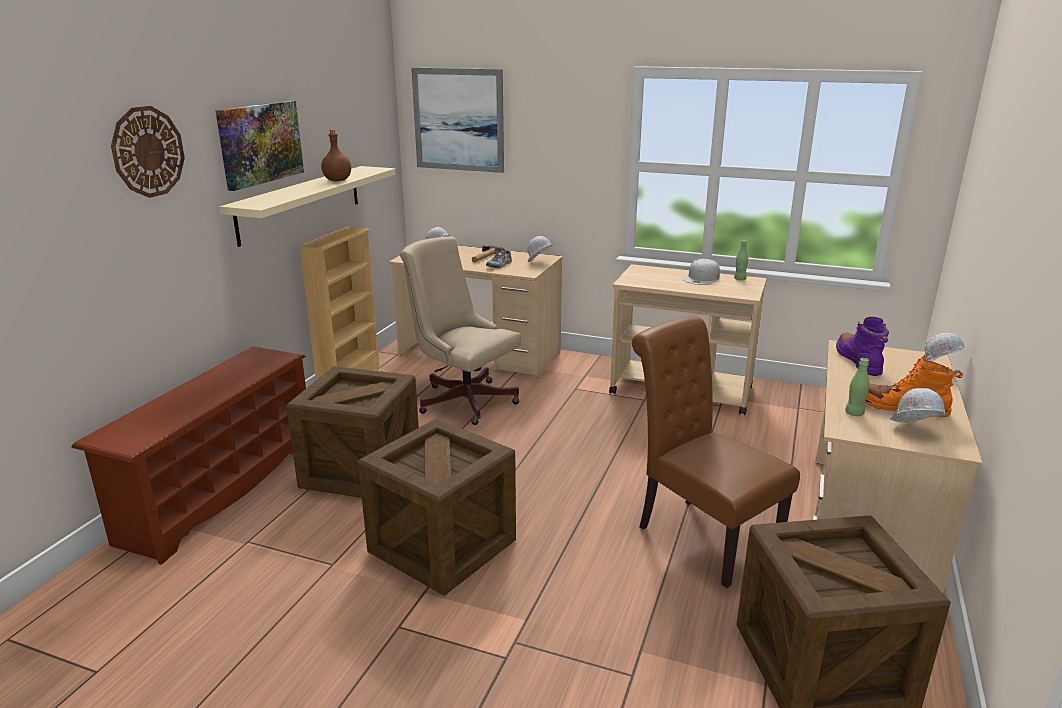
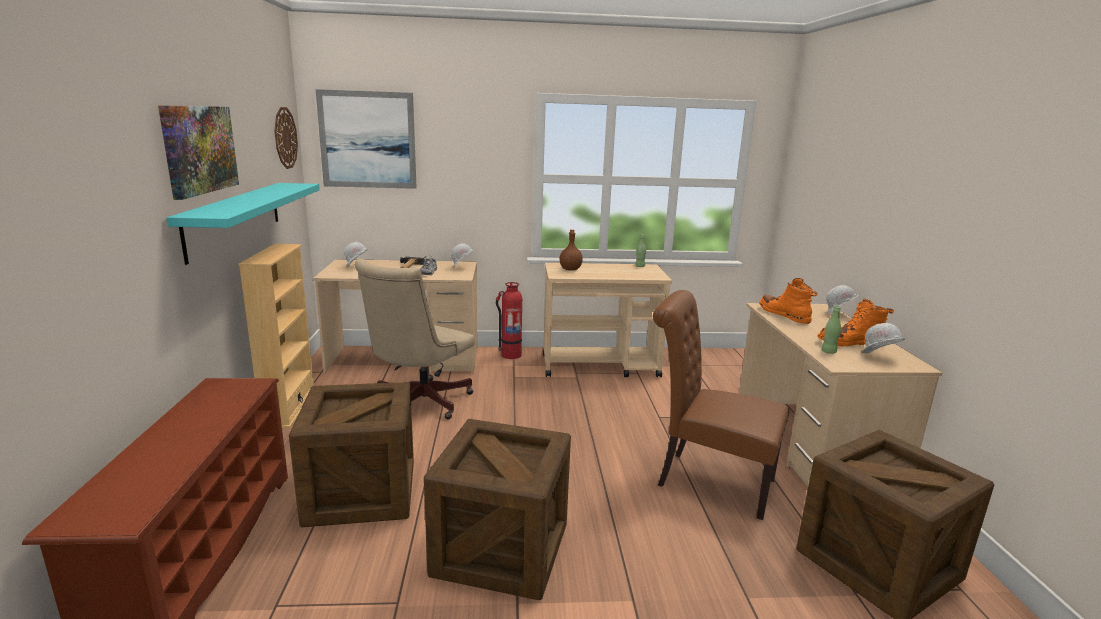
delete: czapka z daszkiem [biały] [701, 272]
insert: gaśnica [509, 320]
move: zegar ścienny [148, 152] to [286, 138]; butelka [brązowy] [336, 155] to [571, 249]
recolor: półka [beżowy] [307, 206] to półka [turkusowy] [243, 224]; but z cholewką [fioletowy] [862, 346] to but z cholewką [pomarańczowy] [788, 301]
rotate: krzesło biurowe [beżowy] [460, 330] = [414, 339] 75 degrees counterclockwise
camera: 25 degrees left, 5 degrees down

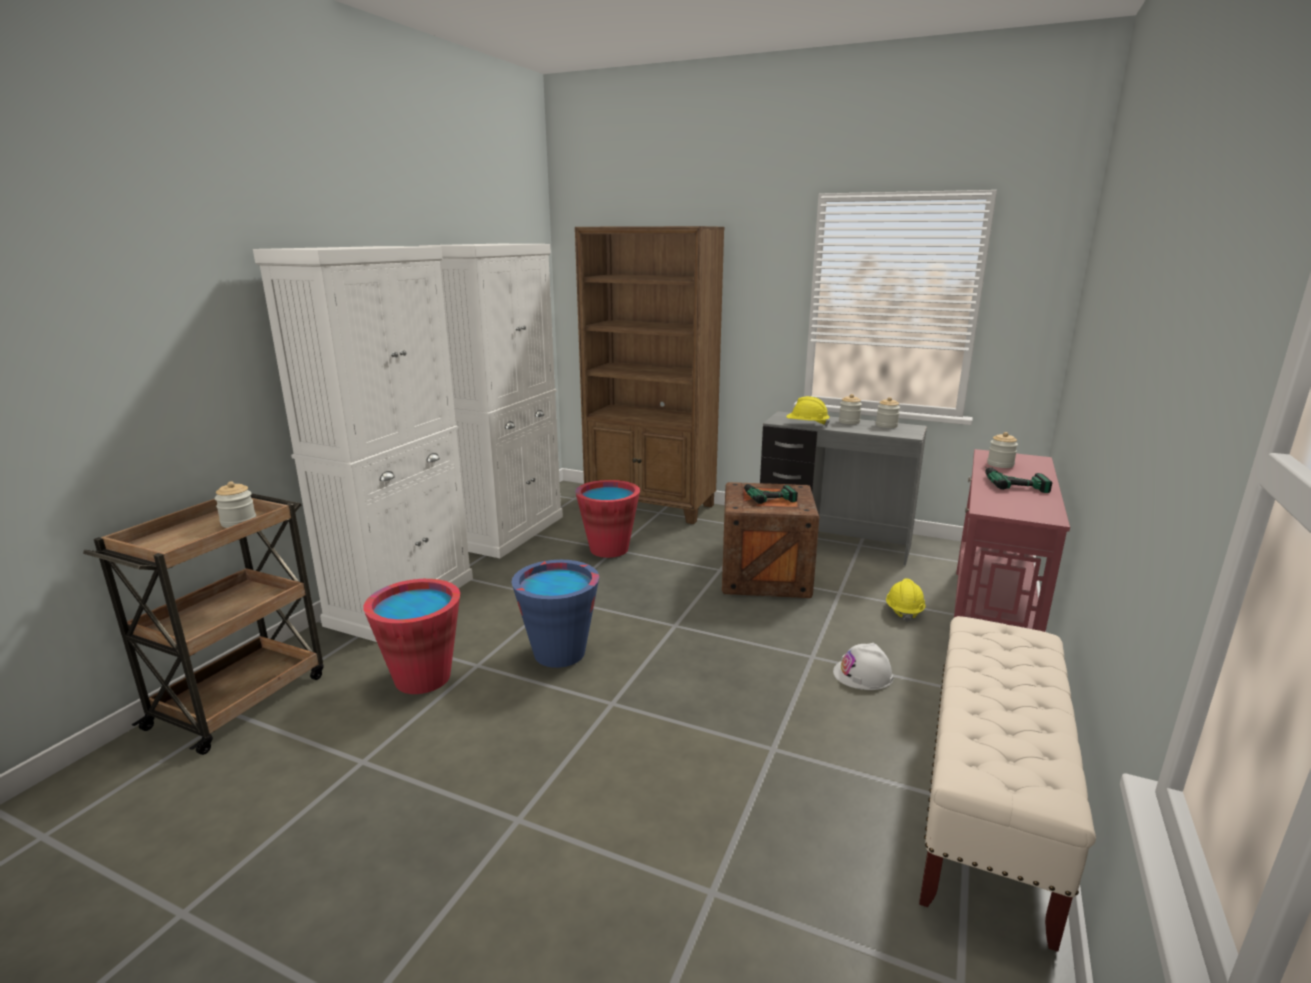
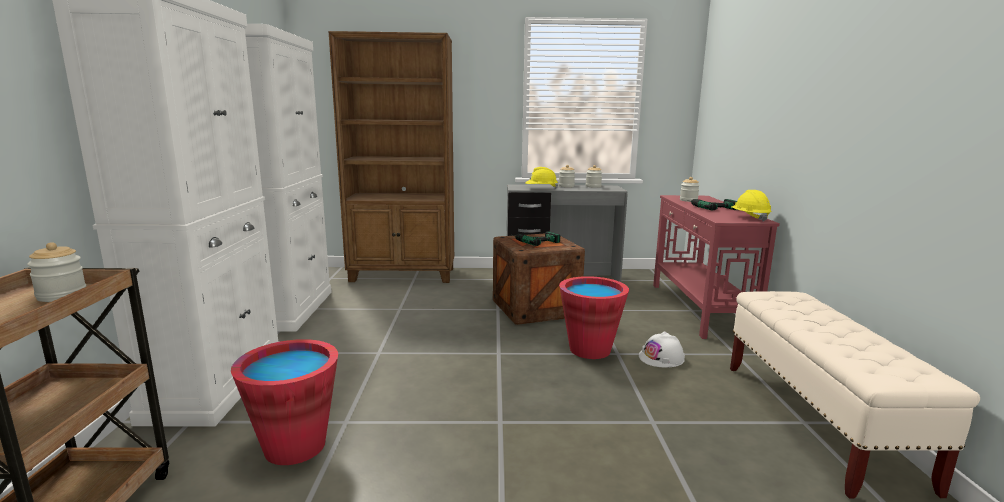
delete: wiadro [niebieski] [555, 614]
move: wiadro [czerwony] [607, 519] to [594, 317]; kask [żółty] [905, 600] to [752, 206]
camera: 25 degrees left, 5 degrees down

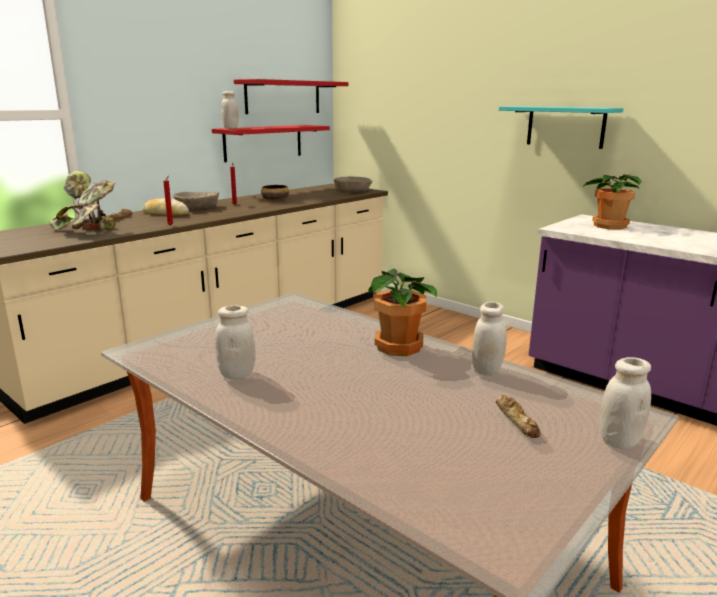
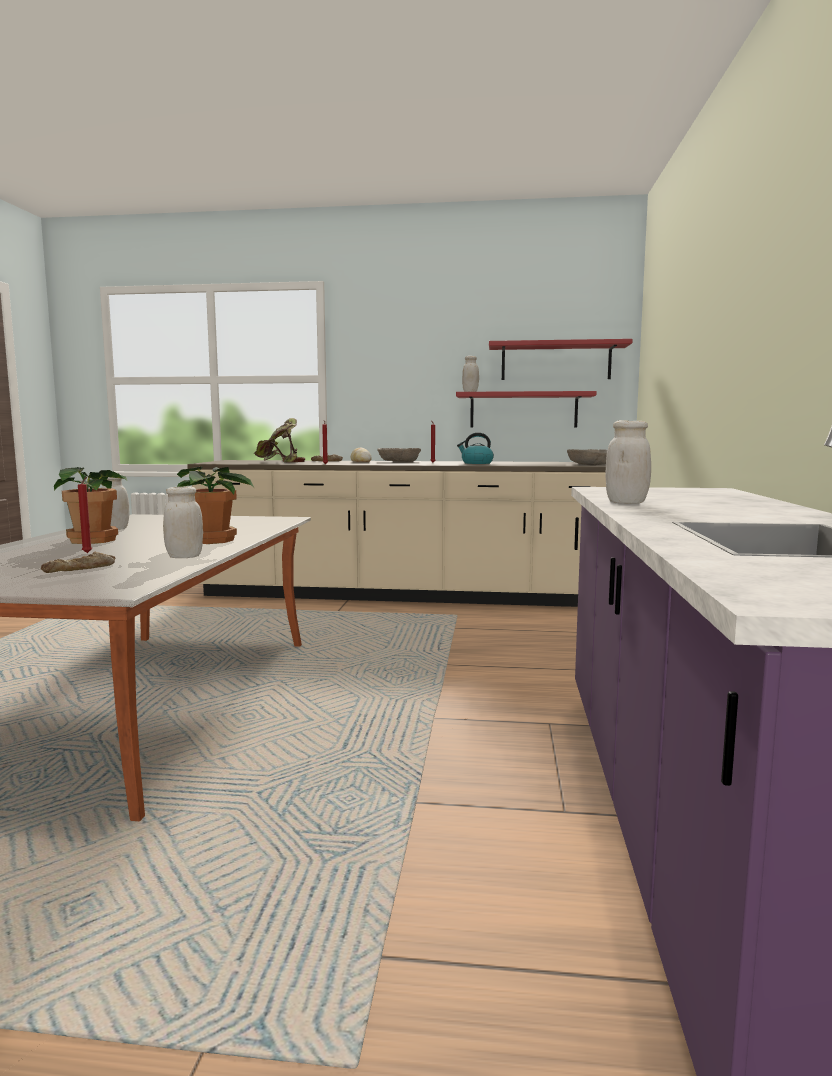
delete: półka [turkusowy] [561, 127]
insert: świeca [czerwony] [85, 515]
move: roślina doniczkowa [612, 202] to [90, 505]; słoik [biały] [625, 403] to [628, 462]
replace: miska [275, 193] to czajnik [475, 448]
camera: 55 degrees right, 10 degrees down

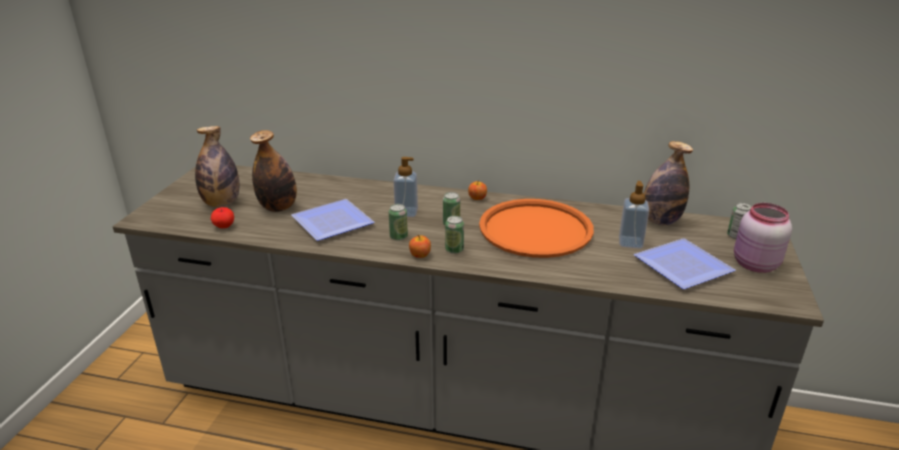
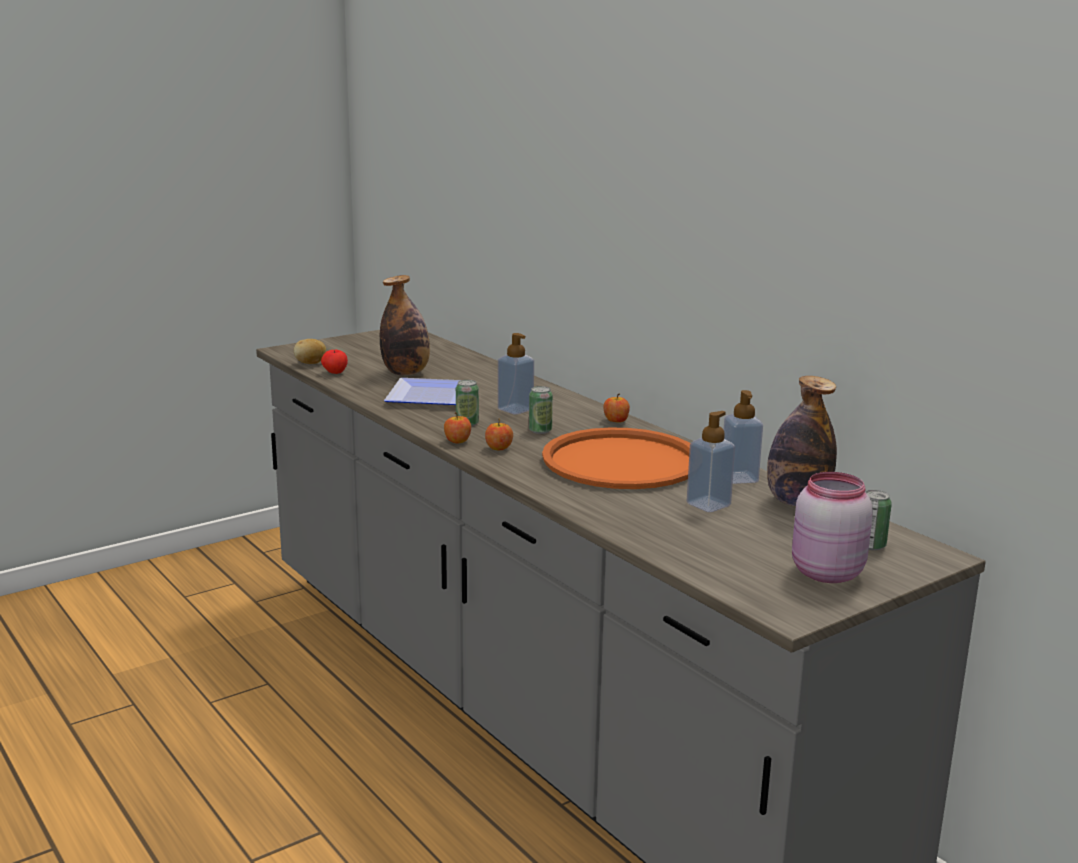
delete: butelka [217, 166]; talerz [685, 263]
insert: ziemniak [310, 351]; dozownik mydła [743, 437]
replace: puszka [454, 235] to jabłko [499, 434]
camera: 40 degrees right, 10 degrees down

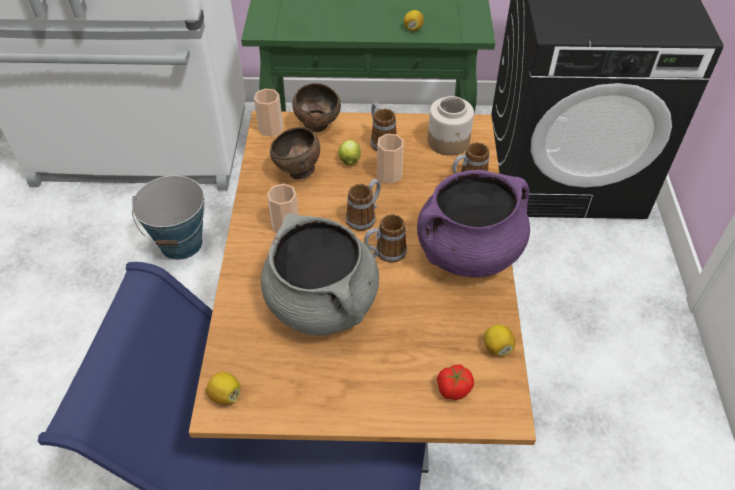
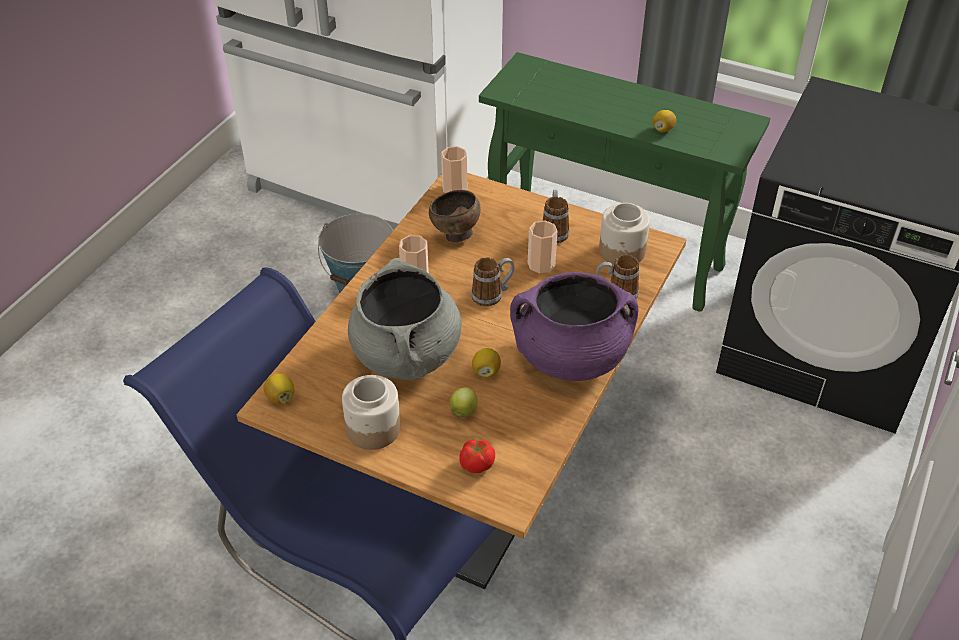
delete: miska [brązowy] [316, 107]; kubek [385, 238]
insert: słoik [371, 412]
move: jabłko [349, 152] to [464, 402]; cytryna [499, 340] to [486, 363]
camera: 25 degrees right, 5 degrees down

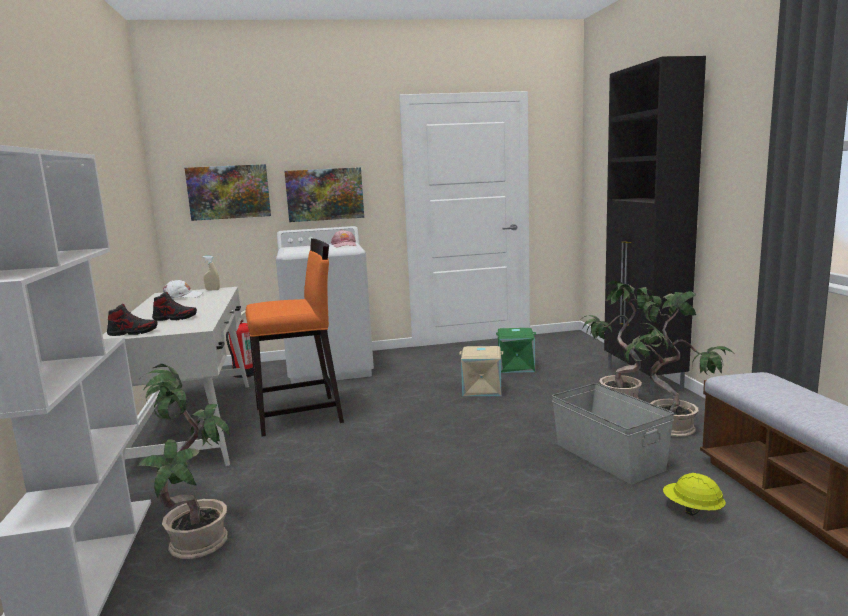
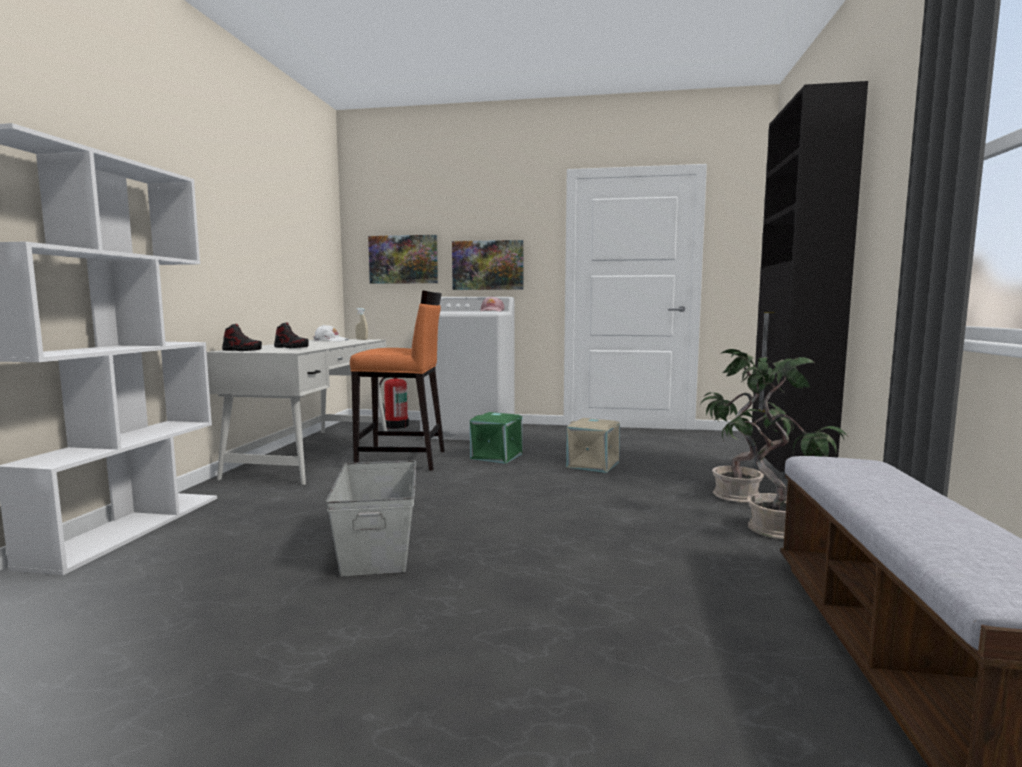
delete: roślina doniczkowa [184, 461]; kask [żółty] [694, 494]
move: pojemnik do przechowywania [zielony] [516, 350] to [496, 438]; pojemnik do przechowywania [szary] [613, 433] to [371, 518]
camera: 20 degrees right, 5 degrees down

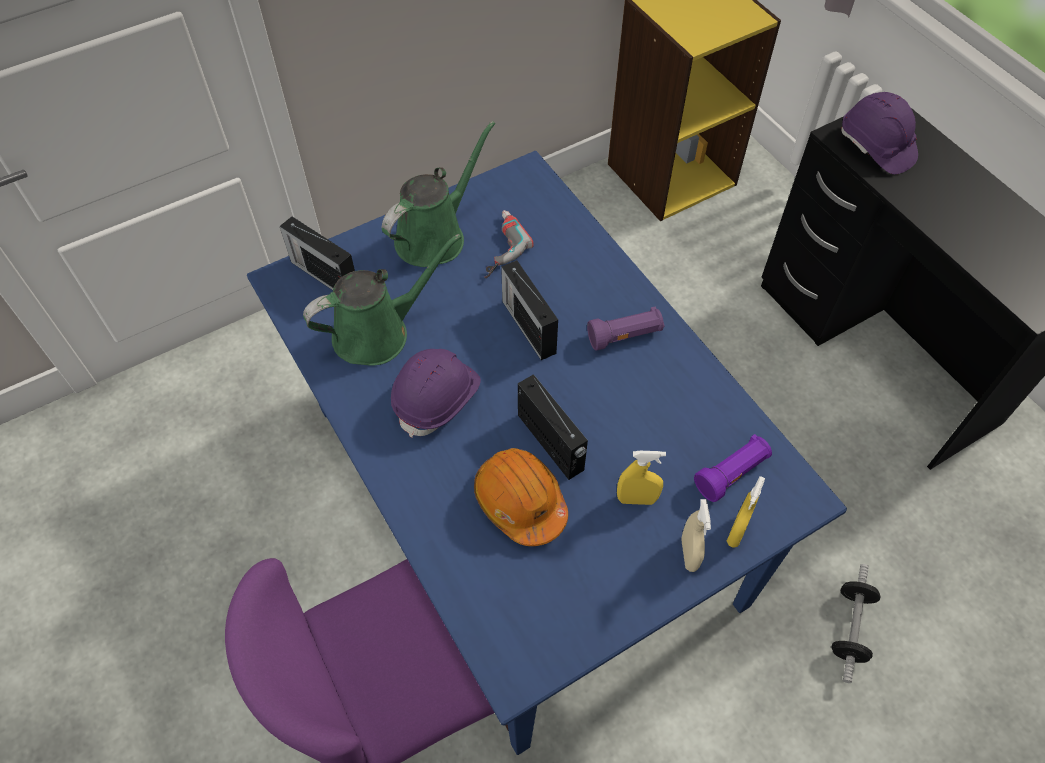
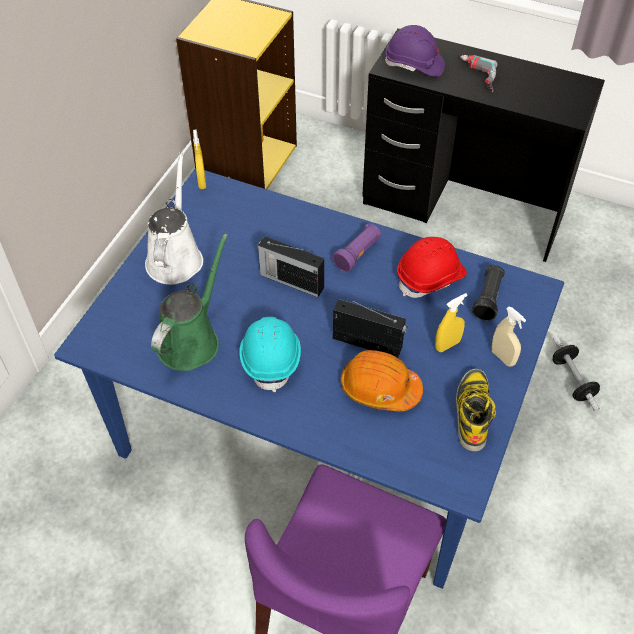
delete: radio [317, 253]
insert: kask [czerwony] [432, 267]; but z cholewką [476, 410]
move: wiertarka [509, 244] to [478, 74]; spryskiwacz [żółty] [746, 511] to [199, 159]
recolor: konewka [zielony] [438, 194] to konewka [biały] [174, 218]; kask [fioletowy] [436, 393] to kask [turkusowy] [270, 354]; latarka [fioletowy] [733, 468] to latarka [czarny] [488, 293]
camera: 35 degrees left, 5 degrees down

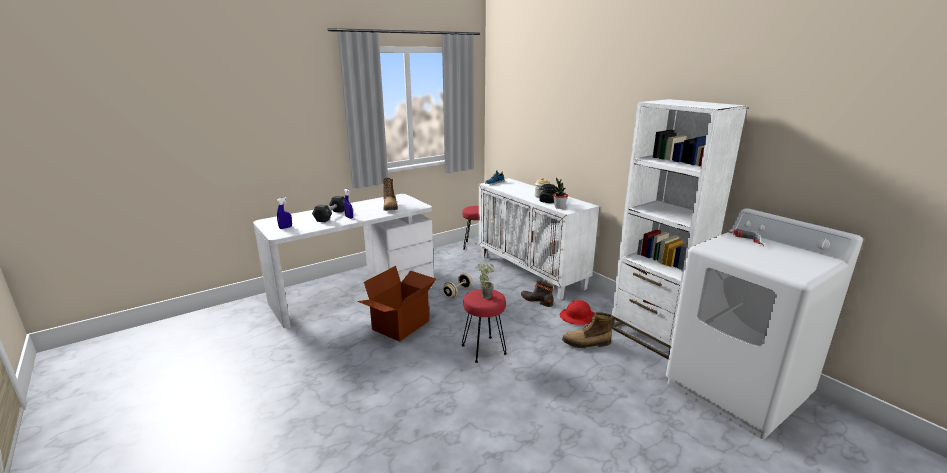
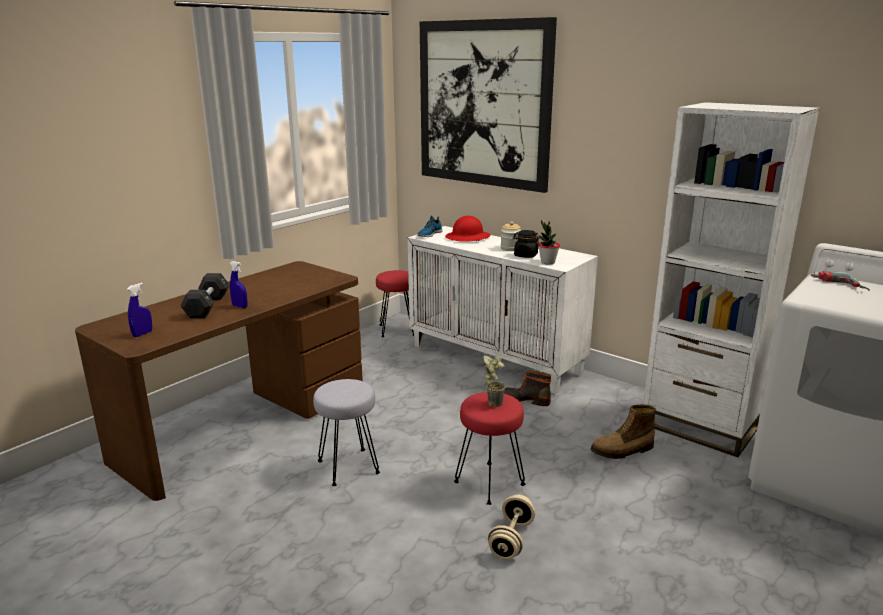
delete: but z cholewką [390, 194]
insert: obraz [488, 105]
move: hantel [beżowy] [457, 285] to [511, 527]; kask [czerwony] [577, 312] to [467, 229]
replace: karton [396, 304] to stołek [szary] [346, 432]
recolor: biurko [biały] [343, 261] to biurko [brązowy] [219, 381]
camera: 15 degrees left, 0 degrees up

